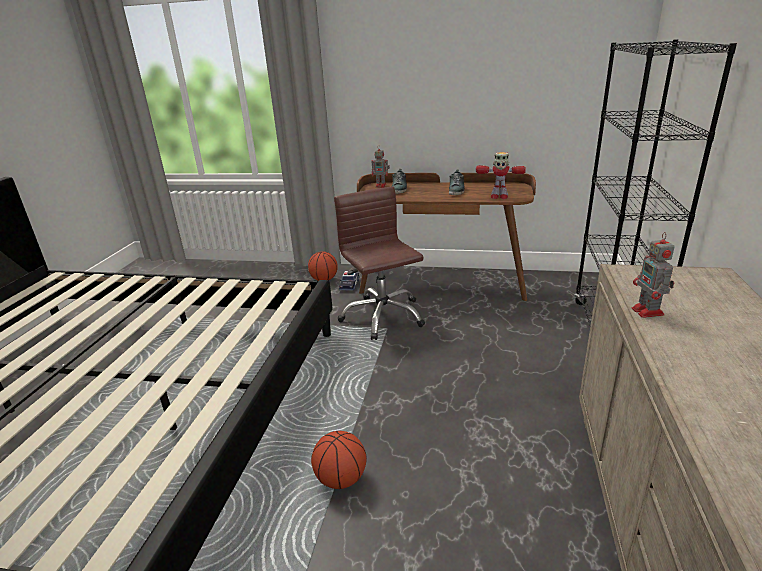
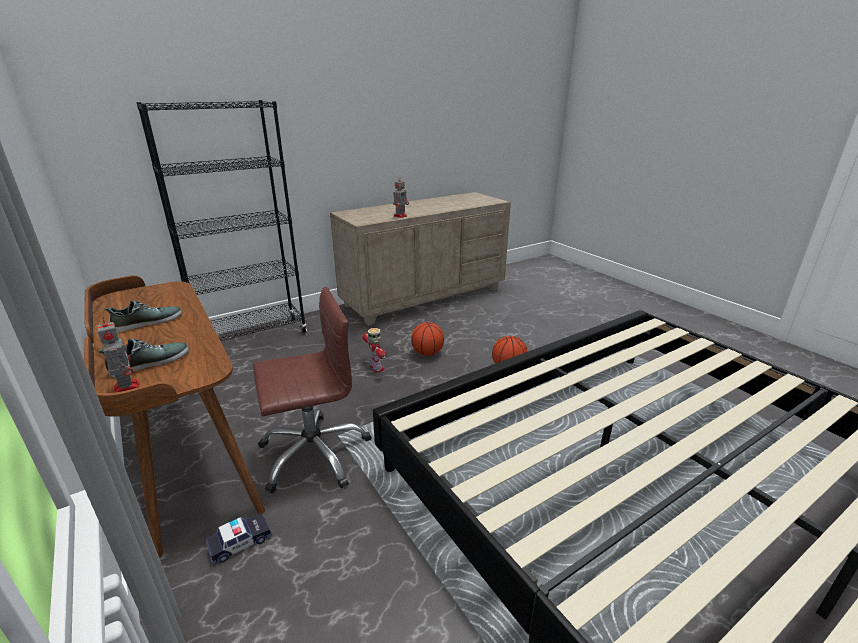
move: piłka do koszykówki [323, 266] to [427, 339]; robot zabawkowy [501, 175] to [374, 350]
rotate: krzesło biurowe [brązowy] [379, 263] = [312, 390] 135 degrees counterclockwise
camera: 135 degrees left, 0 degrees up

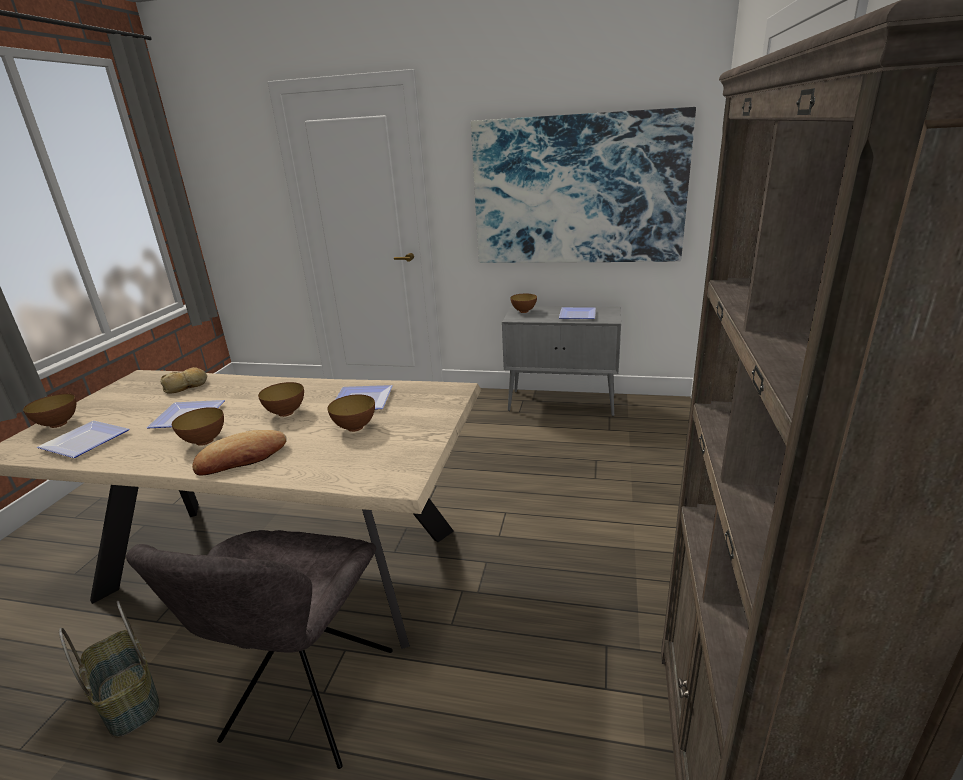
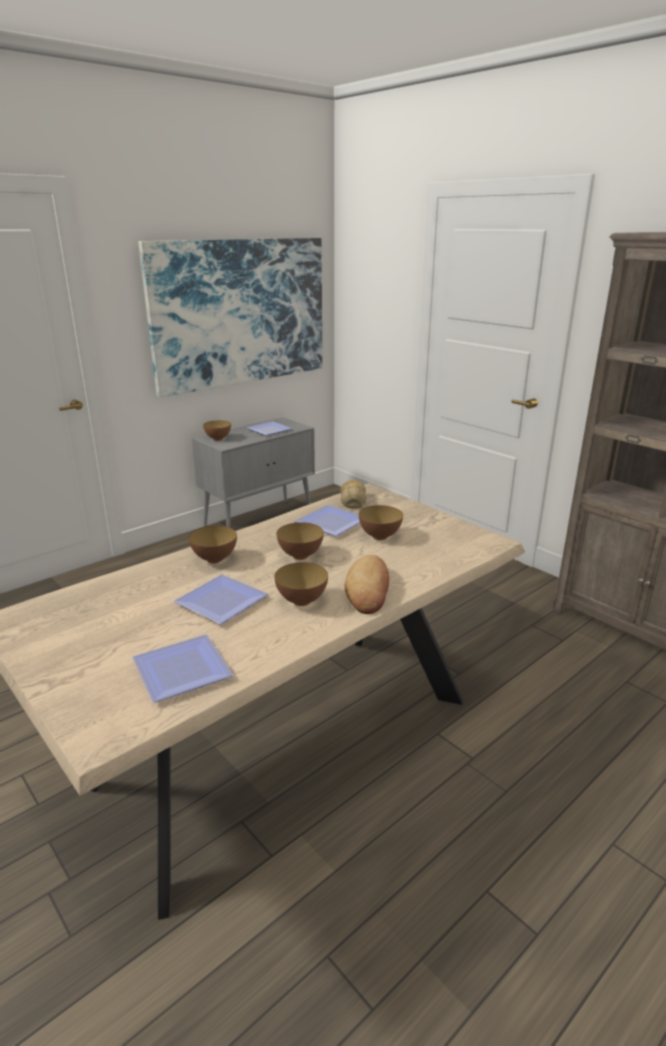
delete: koszyk [109, 669]; krzesło [szary] [259, 649]
move: miska [49, 411] to [213, 544]; chleb [184, 380] to [353, 494]
camera: 55 degrees left, 0 degrees up

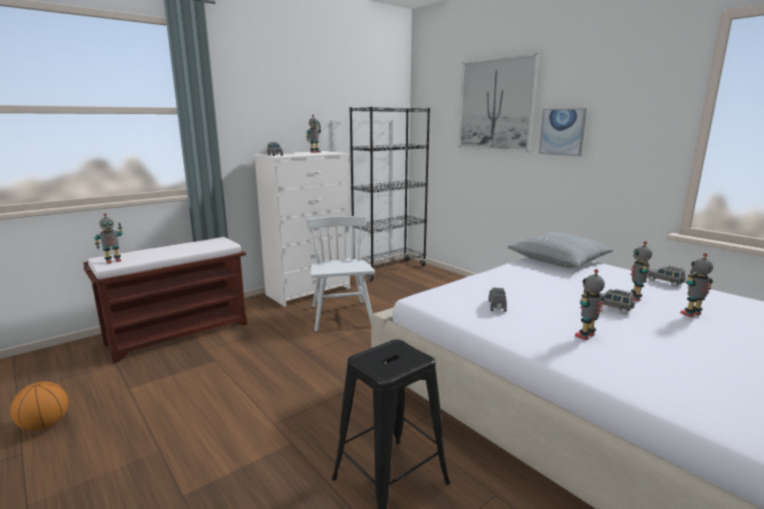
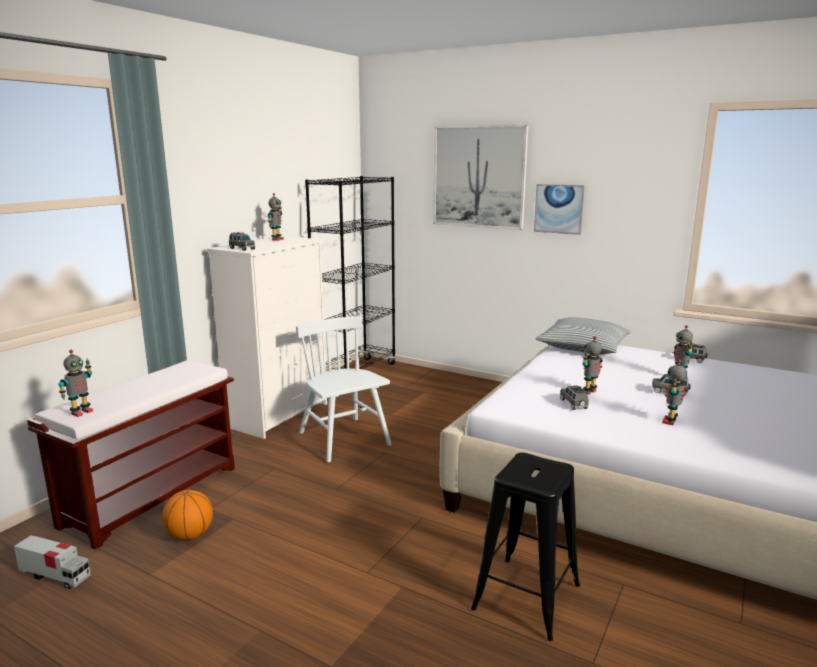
insert: ciężarówka zabawkowa [52, 562]
move: piłka do koszykówki [39, 406] to [187, 515]; robot zabawkowy [696, 285] to [593, 365]
camera: 20 degrees left, 0 degrees up

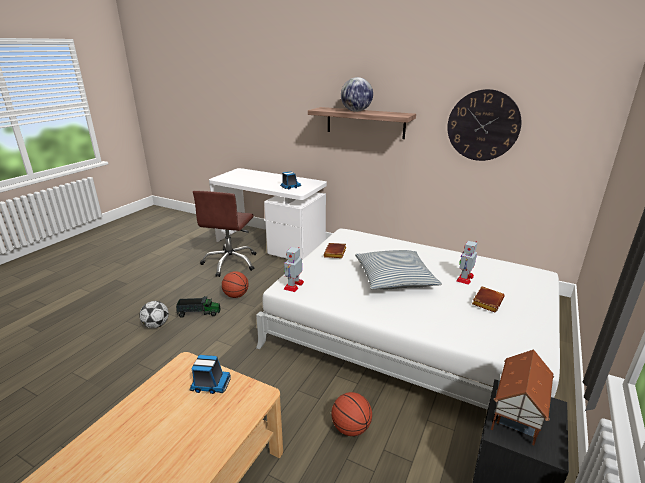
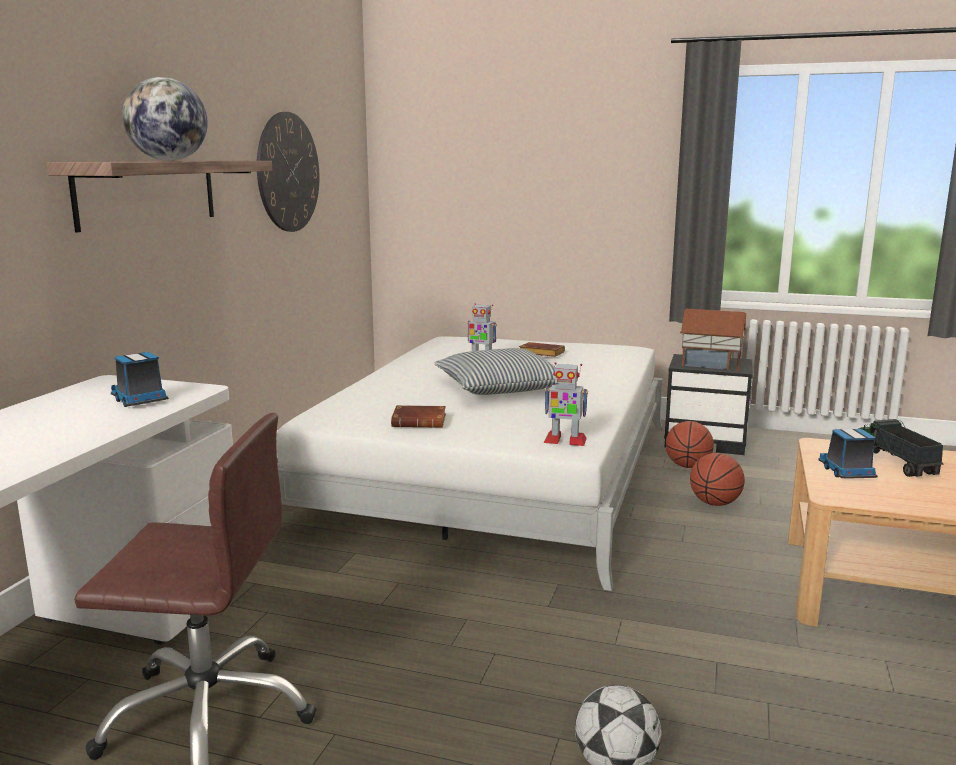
move: ciężarówka zabawkowa [198, 307] to [901, 448]; piłka do koszykówki [235, 284] to [690, 444]
camera: 100 degrees left, 10 degrees down

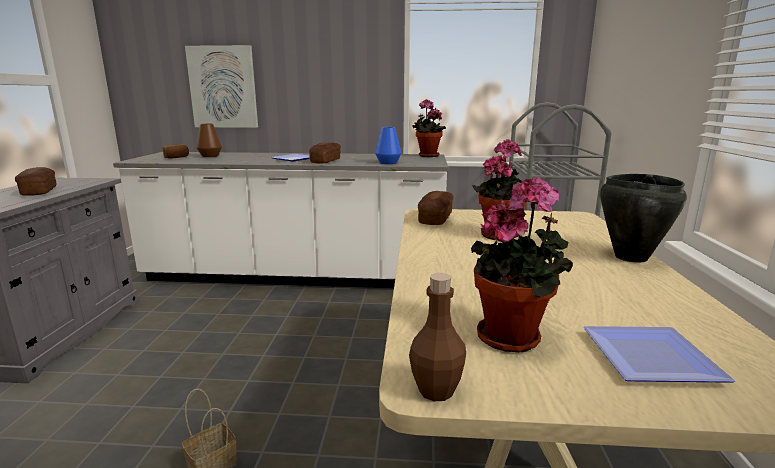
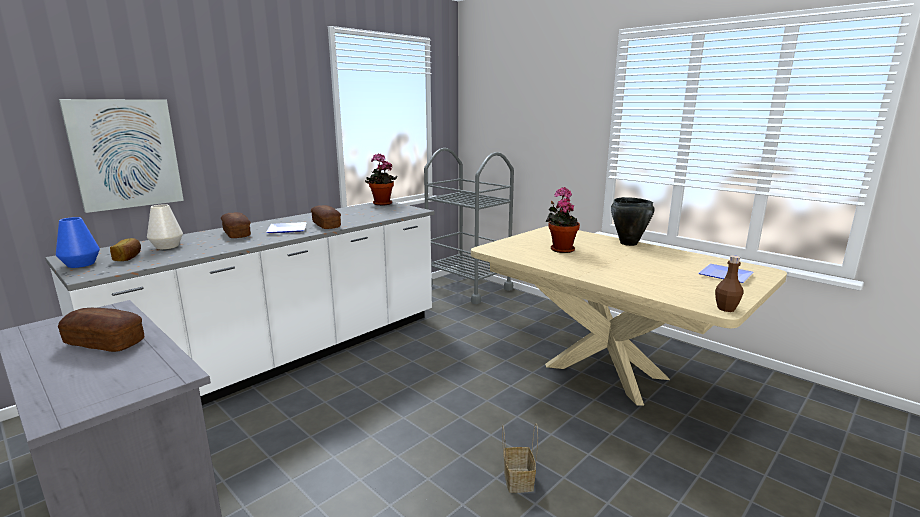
delete: roślina doniczkowa [522, 264]
move: wazon [niebieski] [388, 145] to [78, 242]; chleb [436, 208] to [236, 225]
recolor: wazon [brązowy] [209, 140] to wazon [biały] [165, 226]
camera: 50 degrees left, 0 degrees up

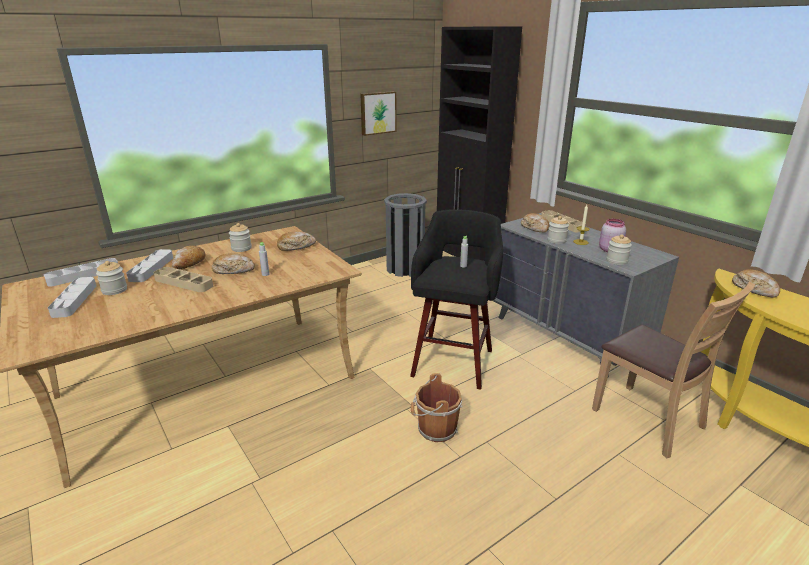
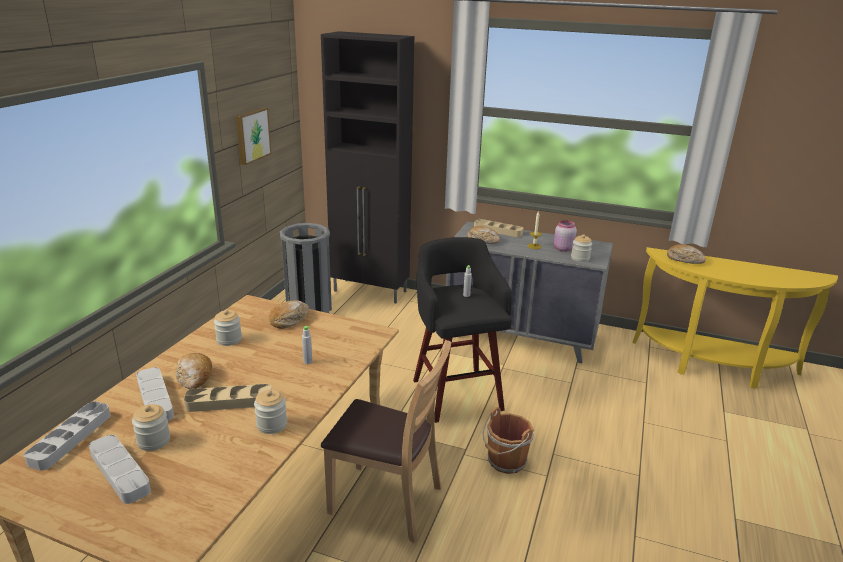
delete: chleb [233, 263]
move: słoik [558, 230] to [270, 411]; krzesło [brązowy] [673, 370] to [386, 441]
camera: 35 degrees left, 0 degrees up

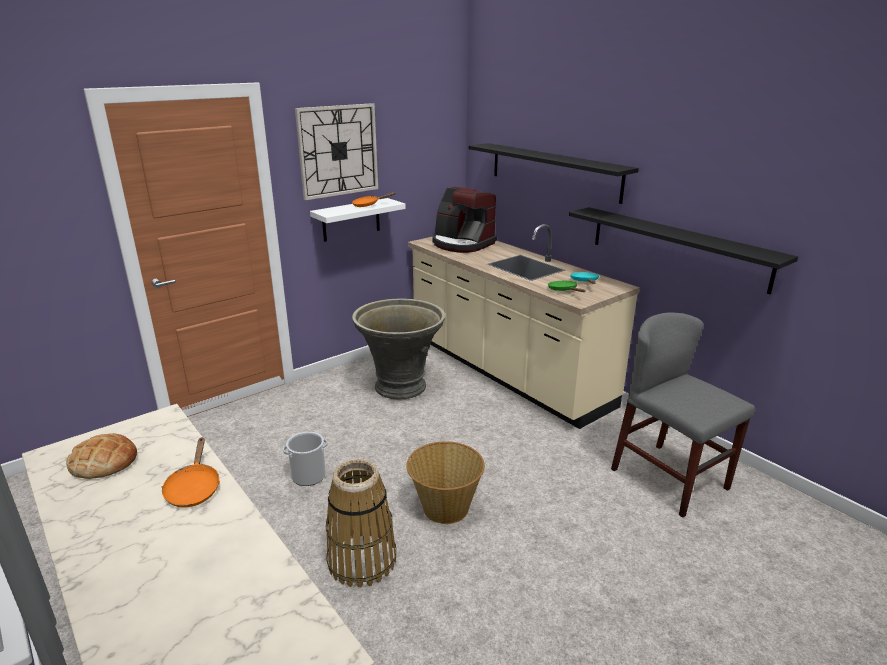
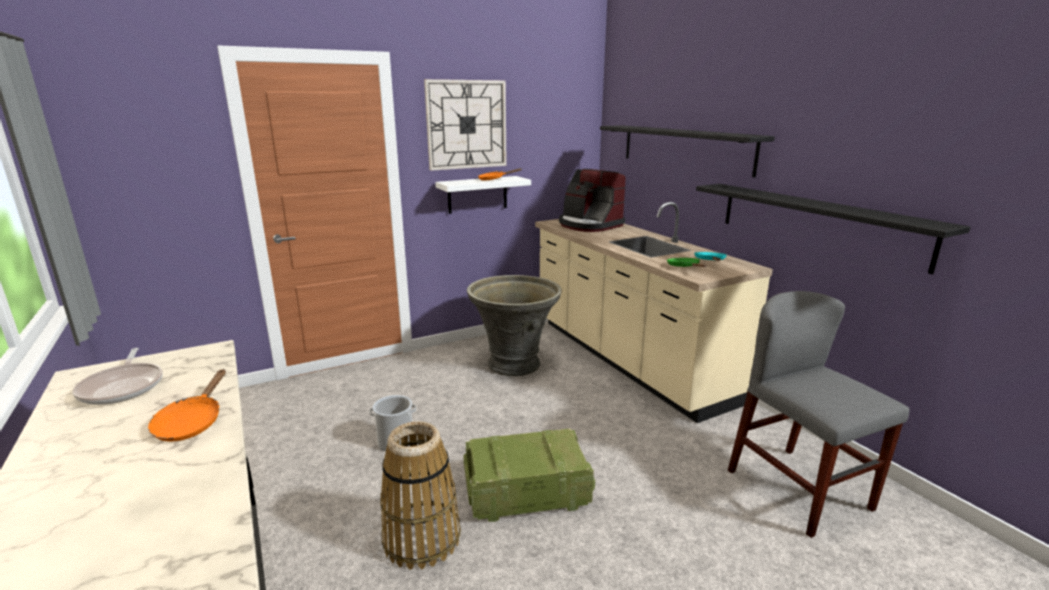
replace: chleb [101, 456] to patelnia [118, 376]; koszyk [445, 482] to skrzynka [529, 475]
camera: 10 degrees right, 5 degrees down

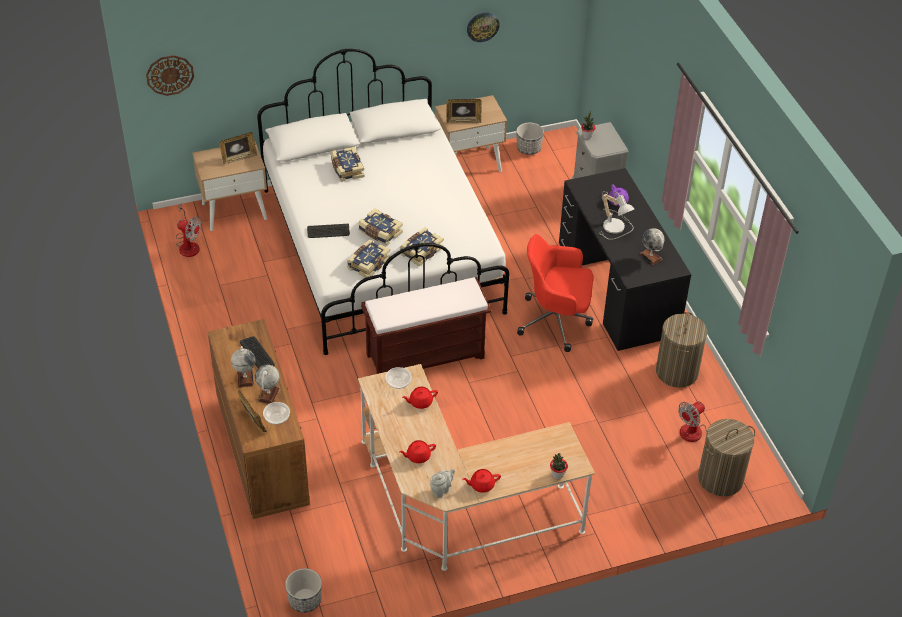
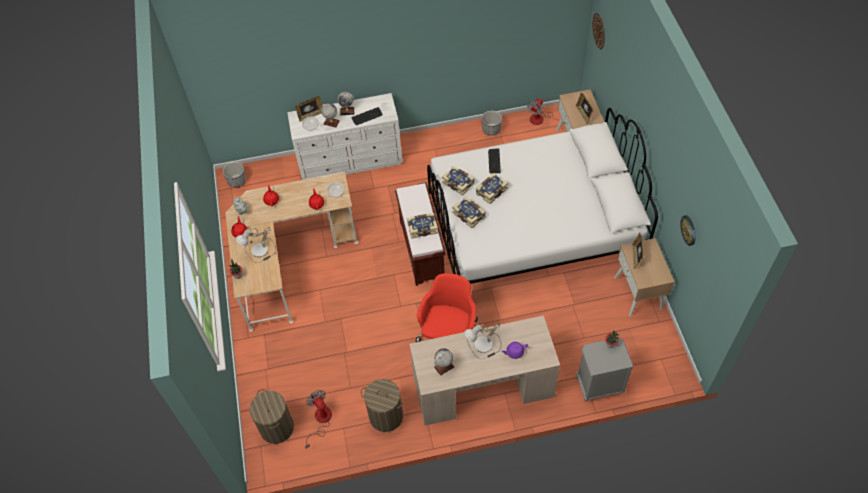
insert: lampa stołowa [255, 245]
move: książka [347, 164] to [422, 226]; donica [530, 139] to [491, 123]
recolor: komoda [brązowy] [259, 419] to komoda [biały] [345, 136]; biurko [czarny] [625, 259] to biurko [beżowy] [484, 370]
camera: 100 degrees right, 10 degrees up

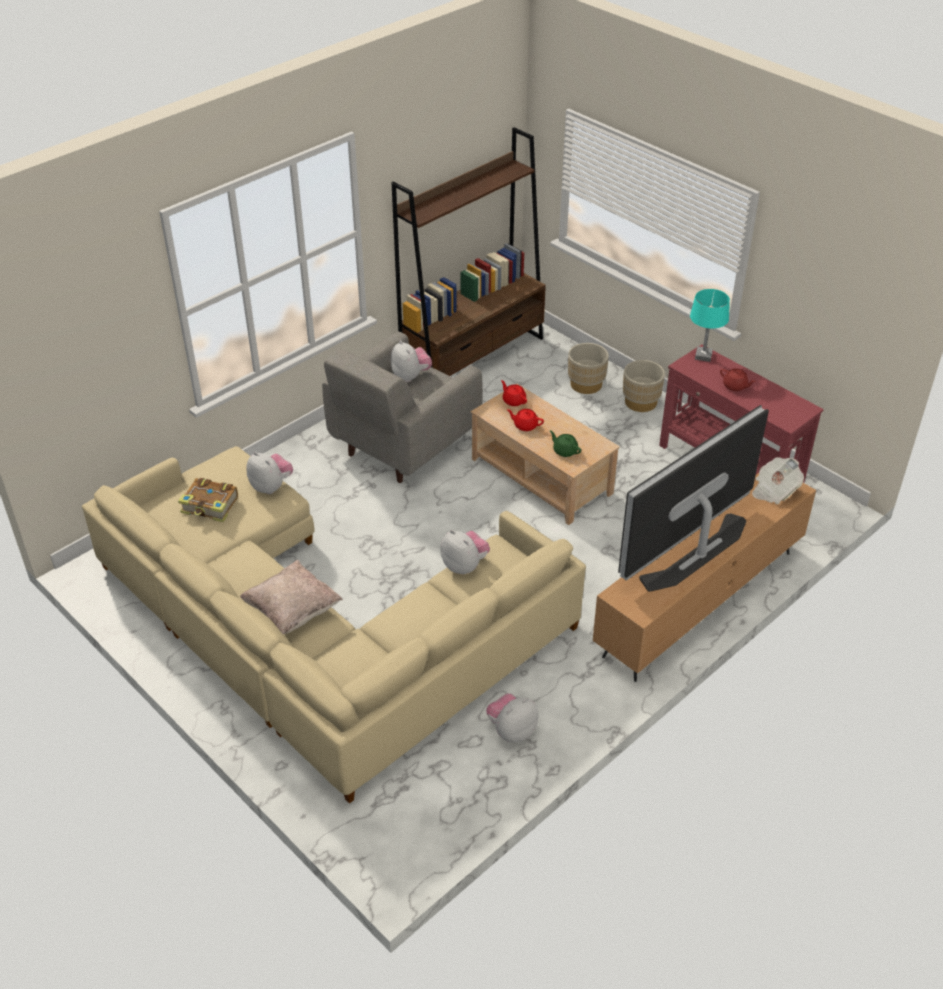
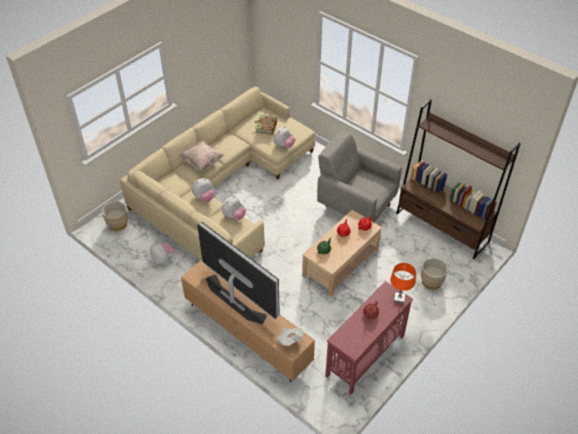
move: pluszak [411, 361] to [203, 190]; donica [beżowy] [644, 386] to [115, 216]
recolor: lampa stołowa [turkusowy] [710, 325] to lampa stołowa [pomarańczowy] [403, 283]
camera: 85 degrees right, 5 degrees up

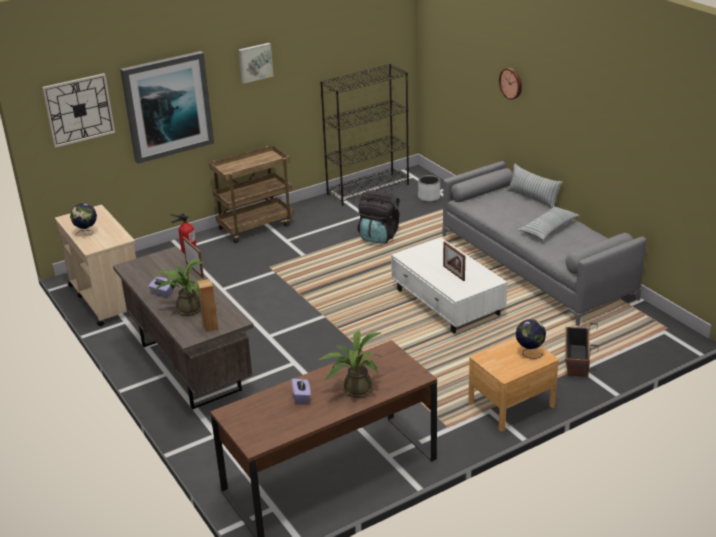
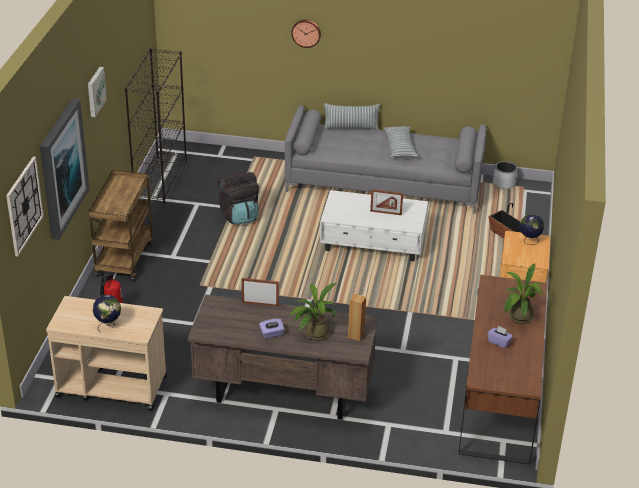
move: donica [szary] [429, 188] to [505, 175]
camera: 50 degrees left, 5 degrees up

